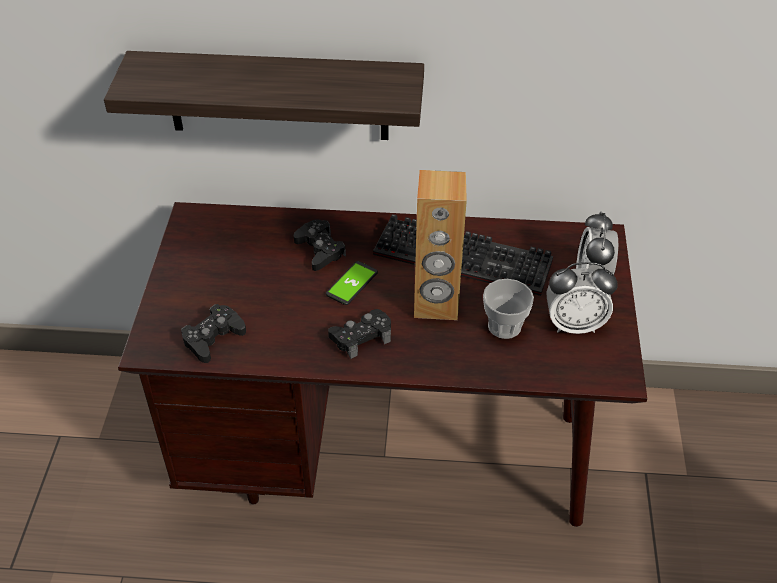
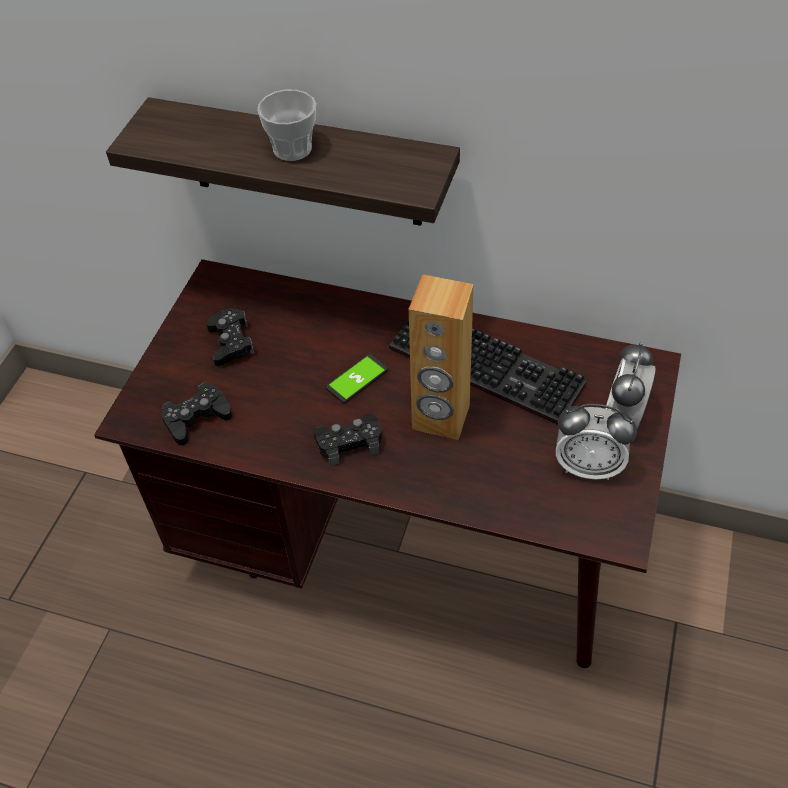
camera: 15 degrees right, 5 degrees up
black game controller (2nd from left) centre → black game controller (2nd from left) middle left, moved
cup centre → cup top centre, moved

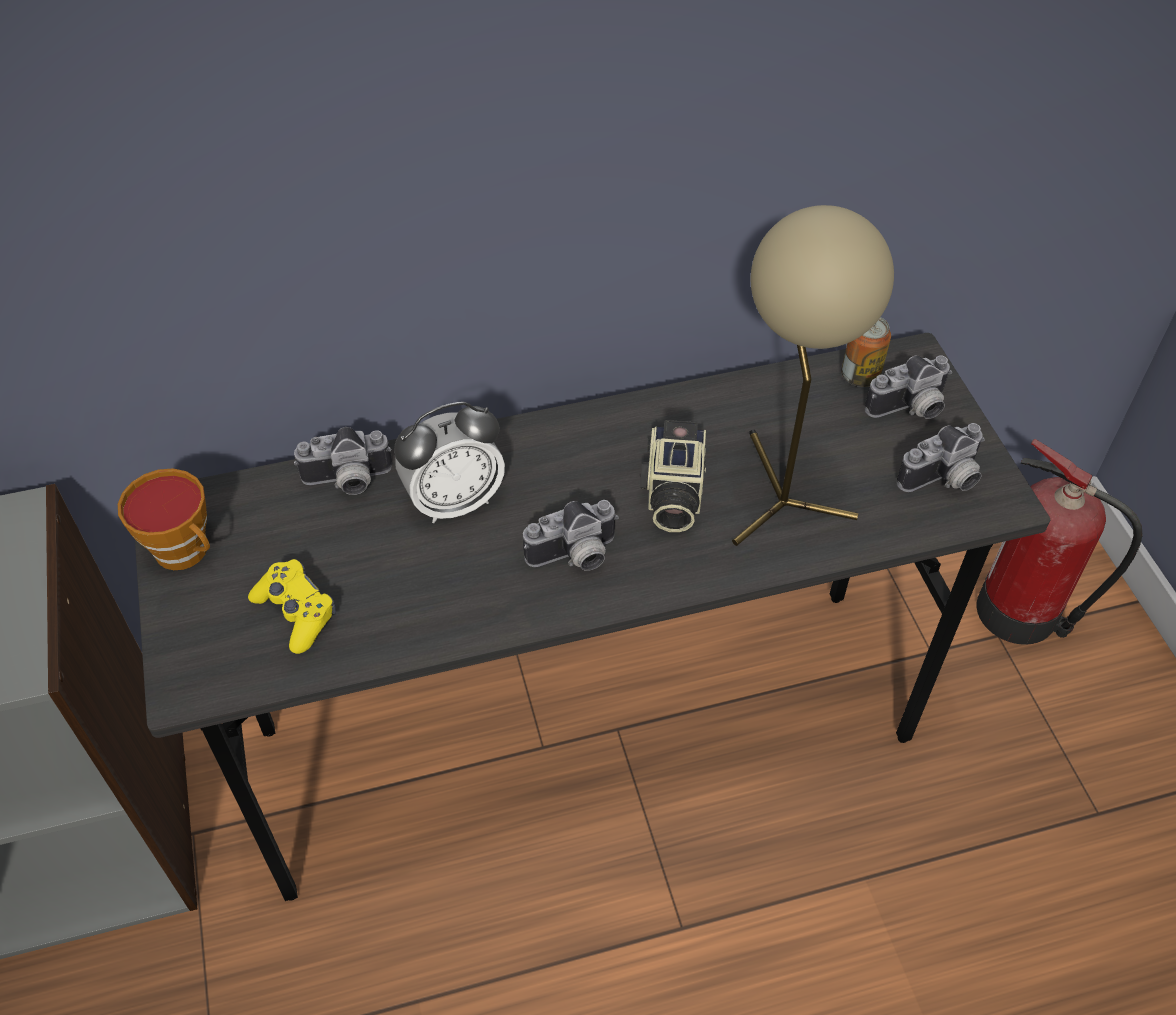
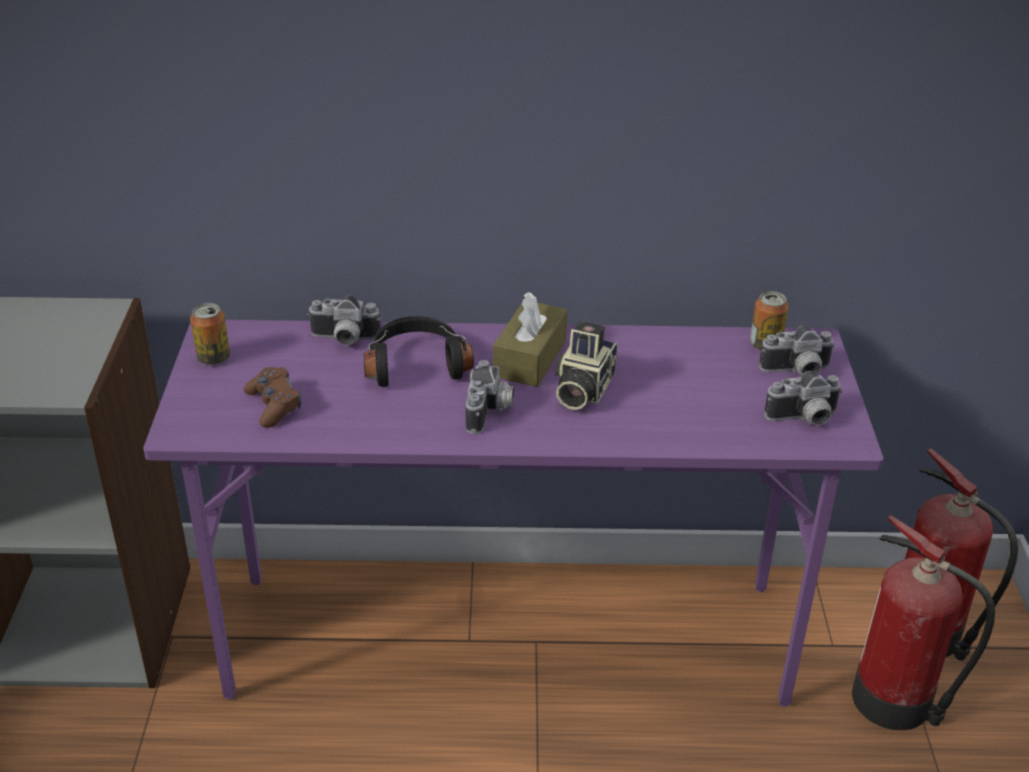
camera: 15 degrees right, 15 degrees down
cup middle left → can (1st from left) middle left
grey desk centre → purple desk centre
yellow game controller middle left → brown game controller middle left
alarm clock centre → black headphones centre
photo camera (2nd from left) centre, 75 degrees counterclockwise
beige table lamp middle right → -
- → brown tissue box centre
- → fire extinguisher (1st from left) bottom right

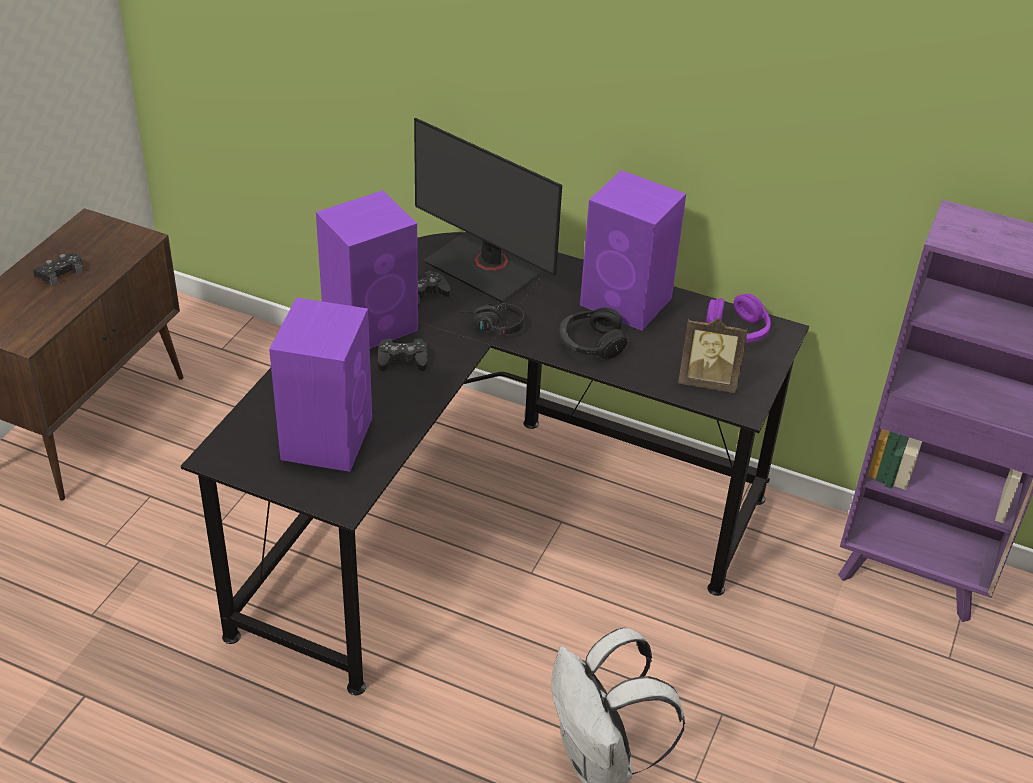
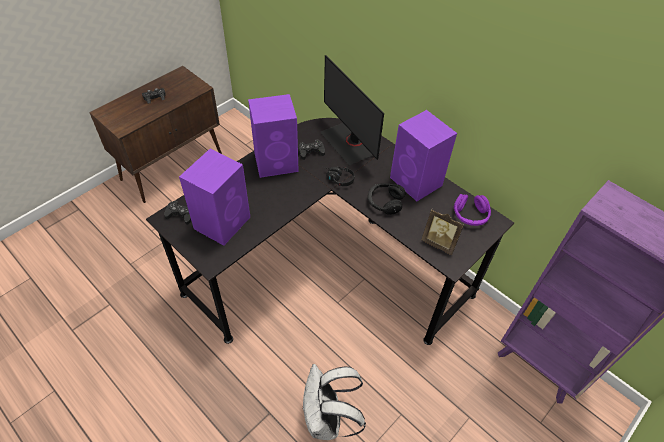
camera: 20 degrees right, 10 degrees up
black game controller (2nd from left) centre → black game controller (2nd from left) middle left, moved

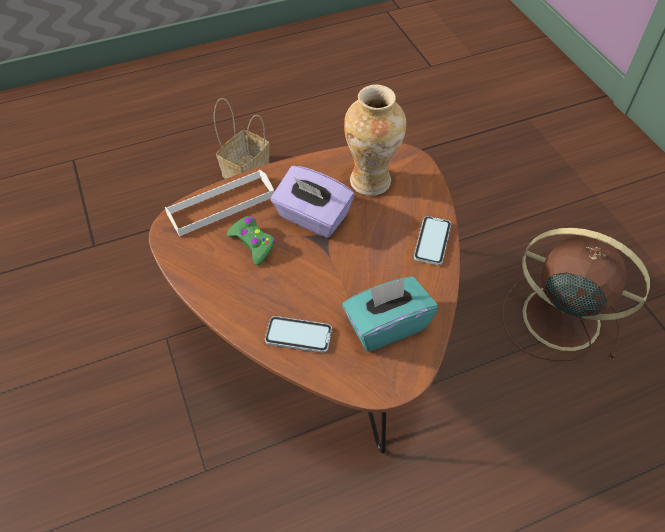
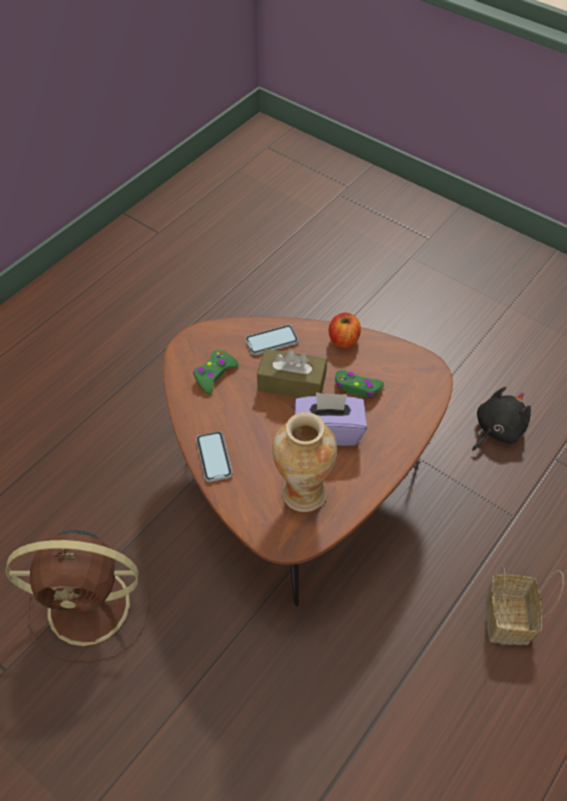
camera: 150 degrees right, 0 degrees up
white tray middle left → -
turquoise tissue box centre → green game controller (1st from left) centre
- → brown tissue box centre
- → apple centre
- → black plush toy middle right

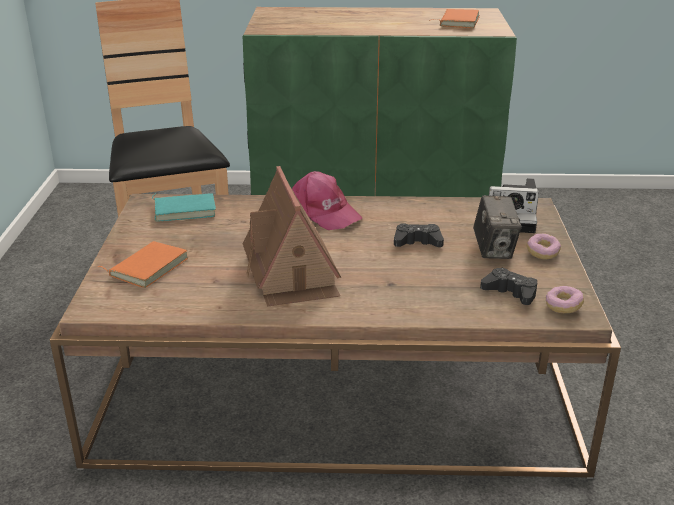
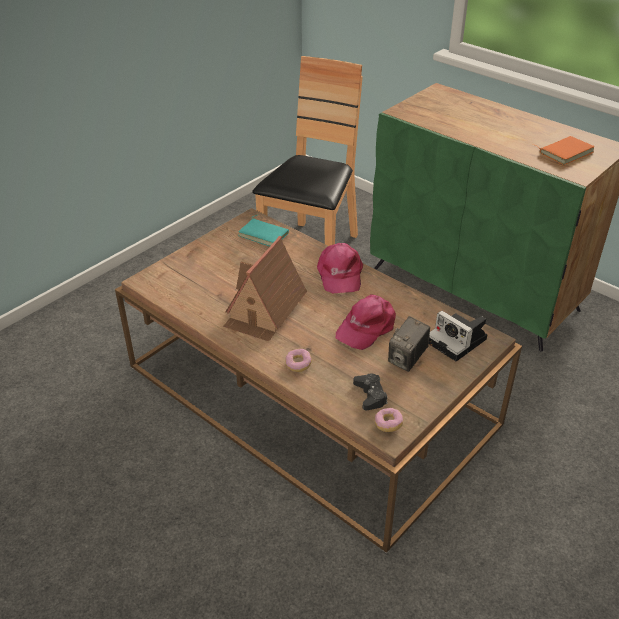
camera: 40 degrees right, 10 degrees up
orange book (1st from left) middle left → -
black game controller (1st from left) centre → pink cap (2nd from left) centre
donut (1st from left) middle right → donut (1st from left) centre, moved

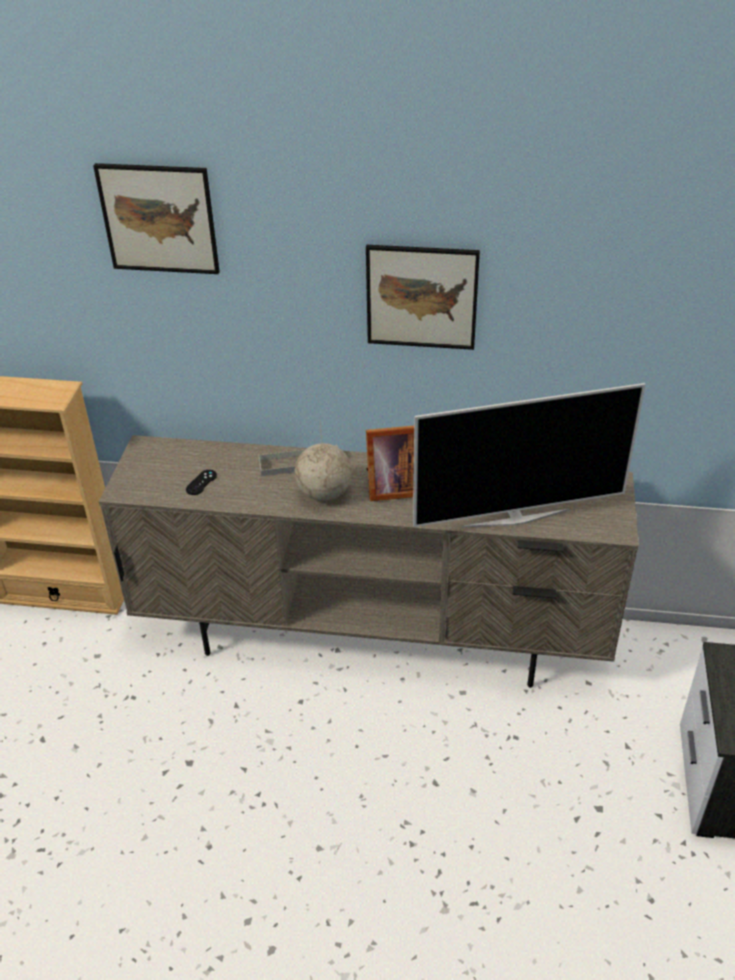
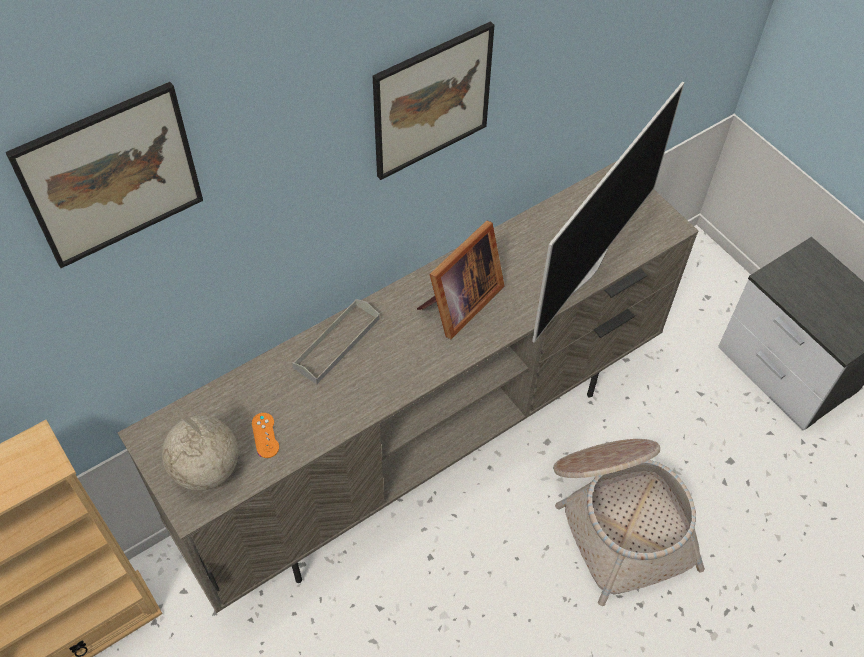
camera: 45 degrees left, 15 degrees up
black game controller middle left → orange game controller middle left
globe centre → globe bottom left, moved
- → basket bottom right

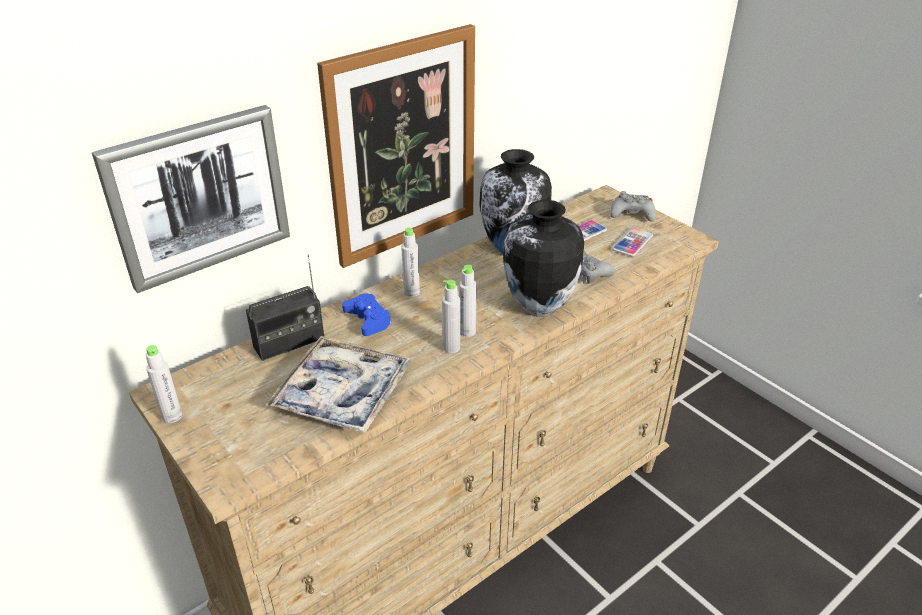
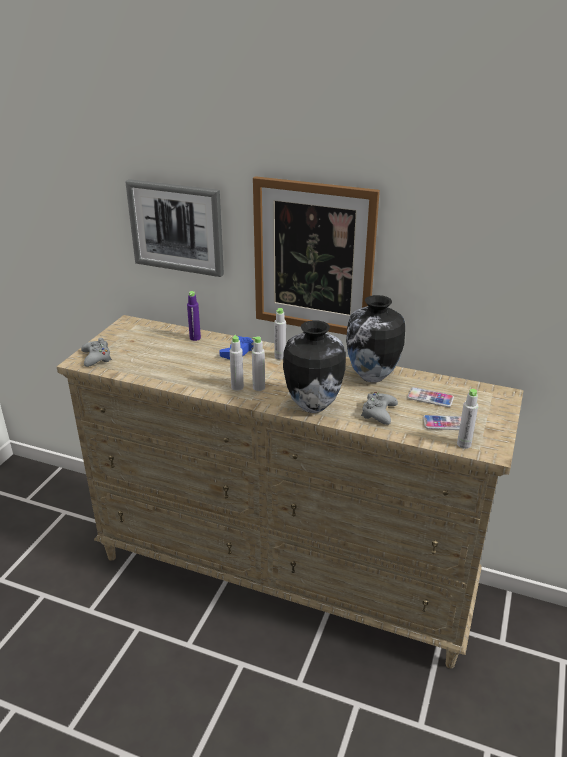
camera: 60 degrees right, 5 degrees down
grey bottle (1st from left in the first image) middle left → grey bottle (4th from left) middle right, moved
radio middle left → purple bottle centre
tray centre → -
grey game controller (2nd from left in the first image) middle right → grey game controller (1st from left) middle left, moved

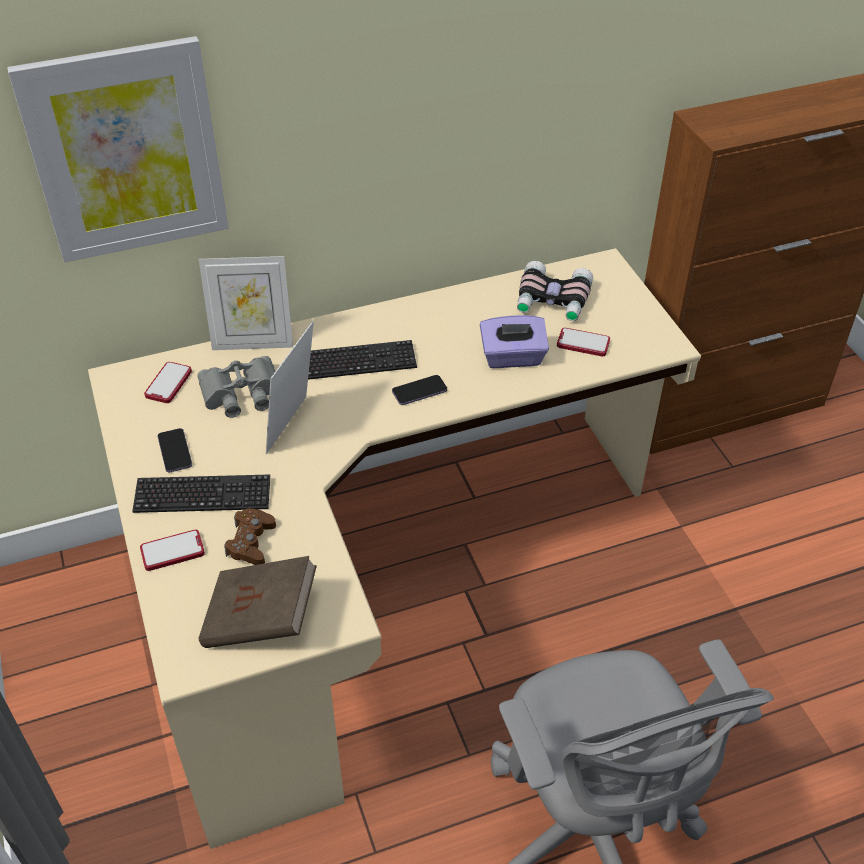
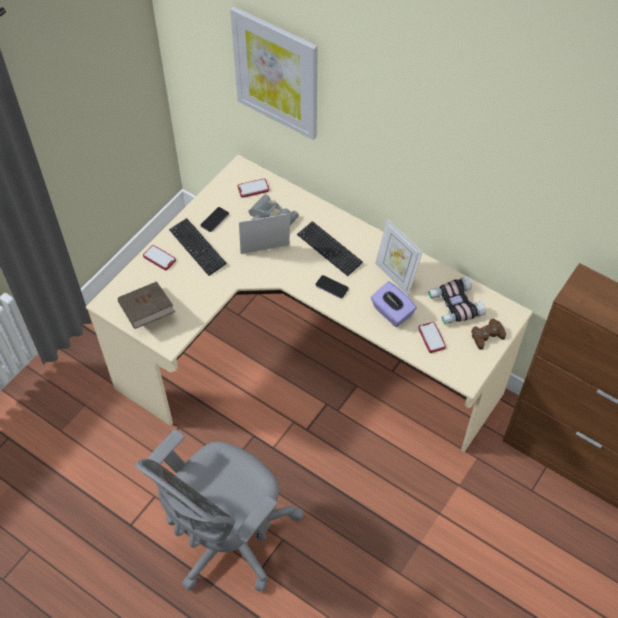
camera: 55 degrees right, 10 degrees up
picture frame (1st from left in the first image) middle left → picture frame (2nd from left) centre, moved
brown game controller middle left → brown game controller middle right, moved

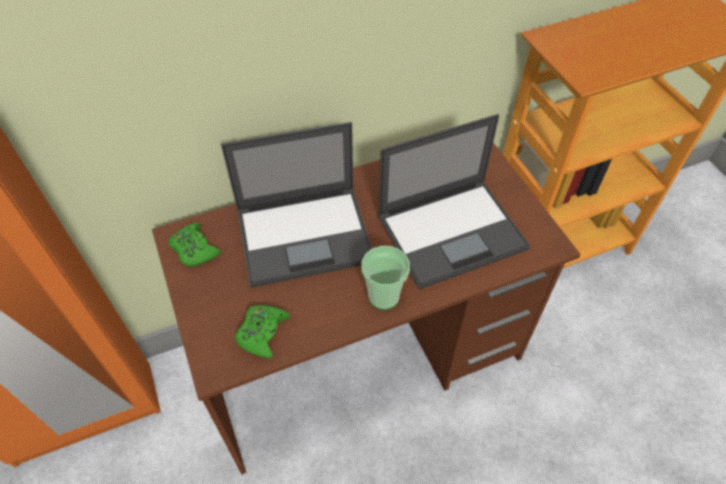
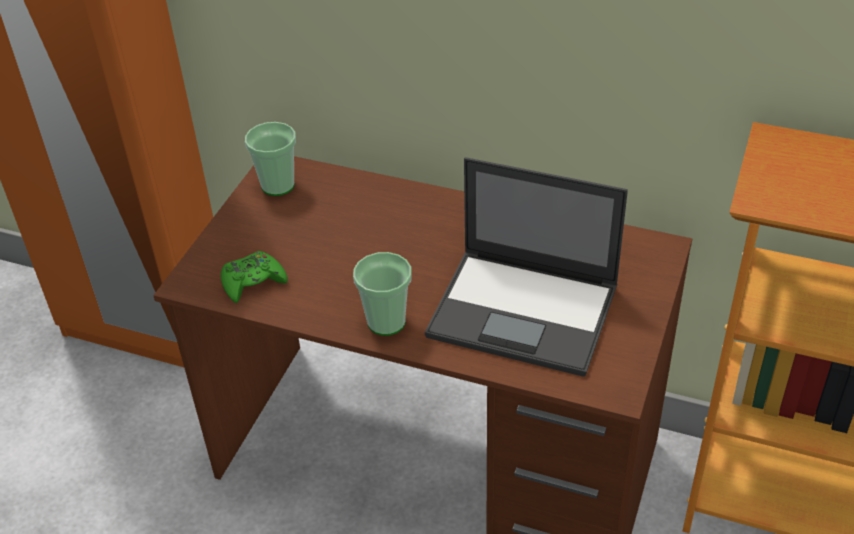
camera: 45 degrees right, 10 degrees down
green game controller (1st from left) middle left → cup (1st from left) top left
laptop (1st from left) centre → -

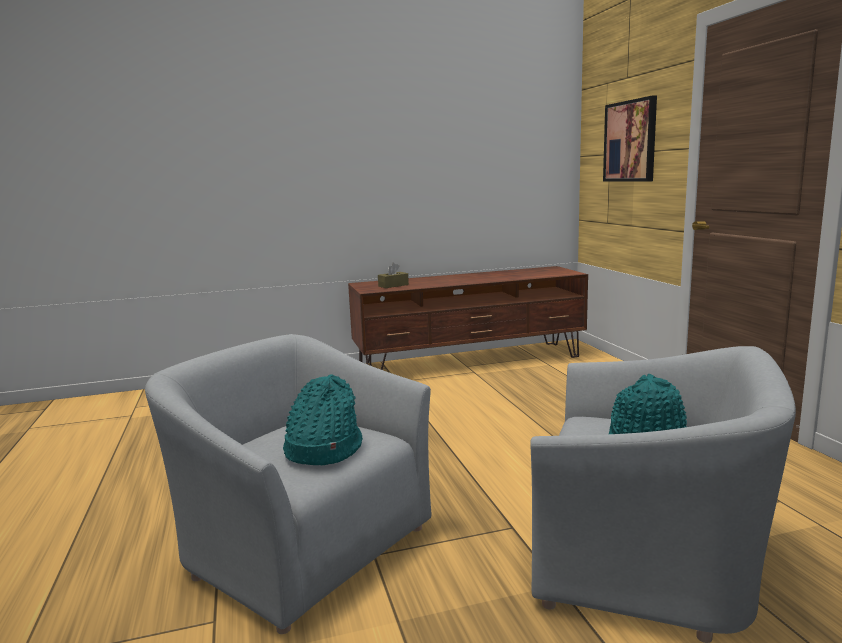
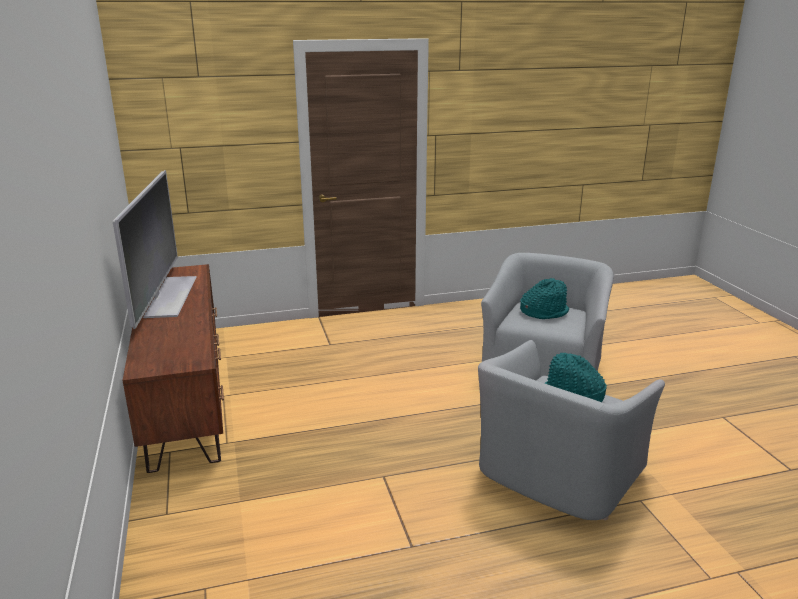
camera: 90 degrees left, 10 degrees up
brown tissue box centre → -
picture top right → -
- → television middle left

